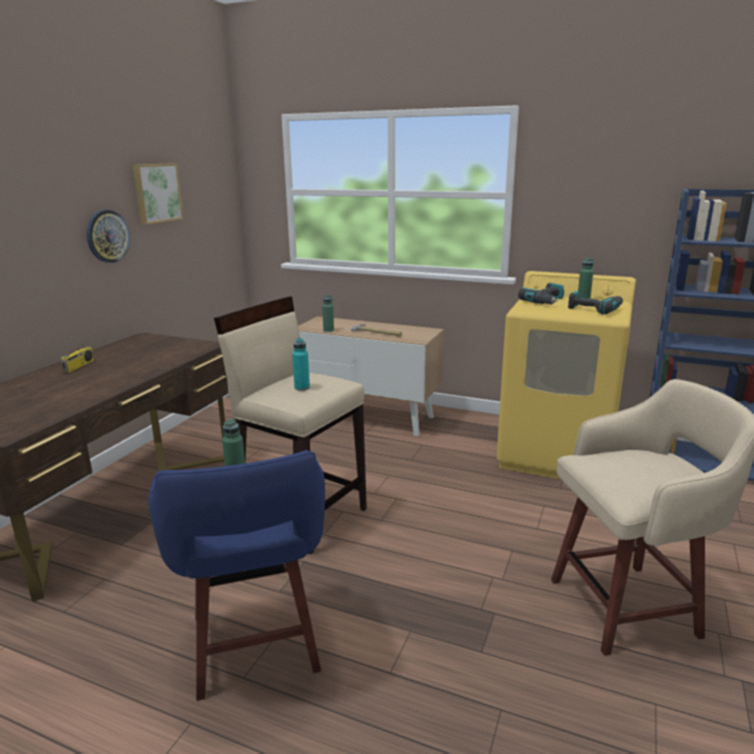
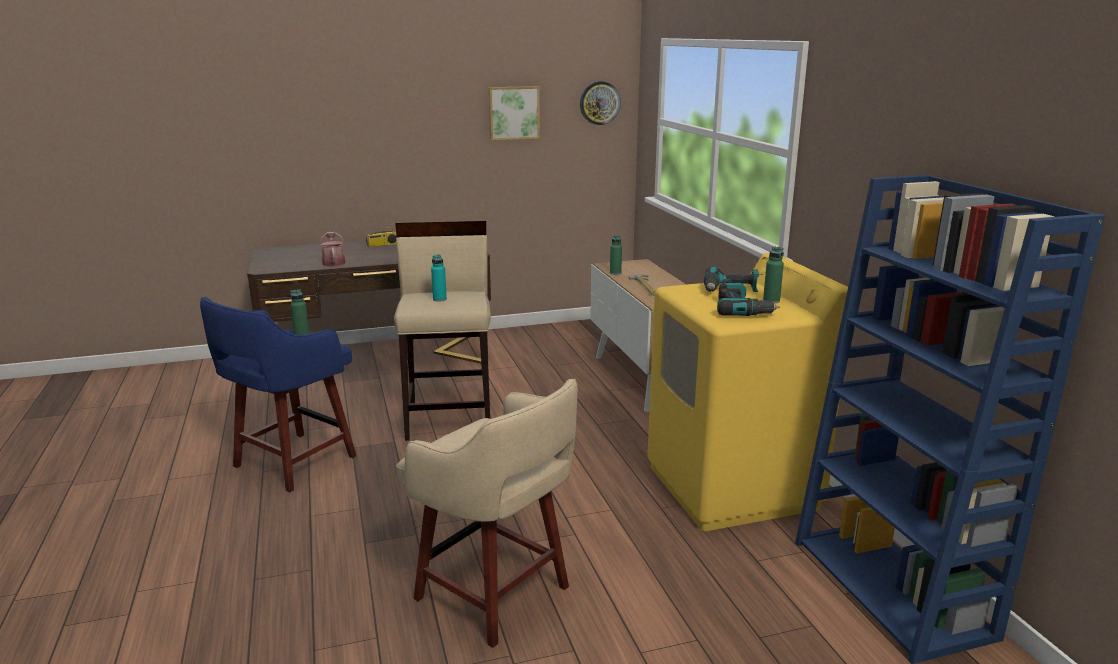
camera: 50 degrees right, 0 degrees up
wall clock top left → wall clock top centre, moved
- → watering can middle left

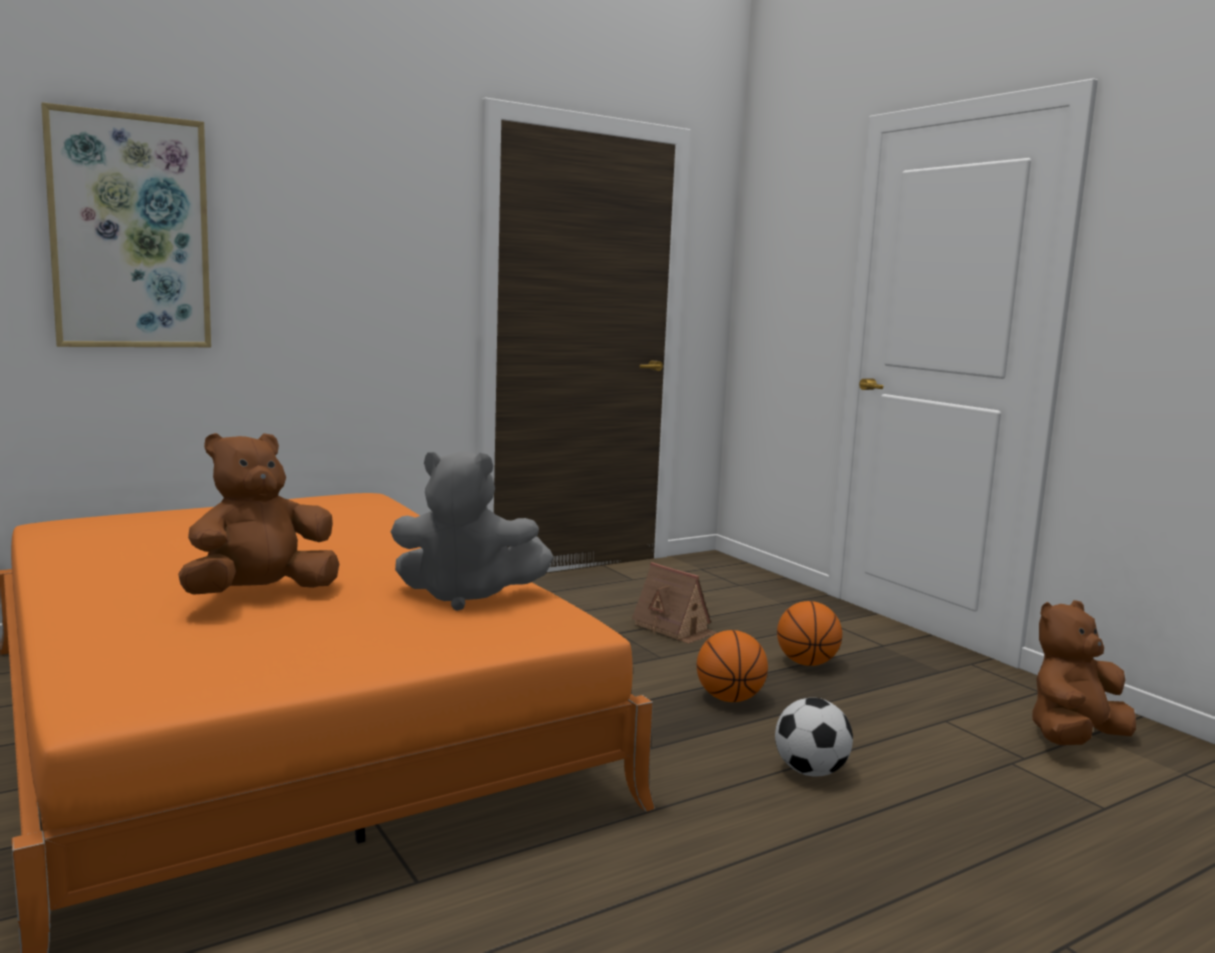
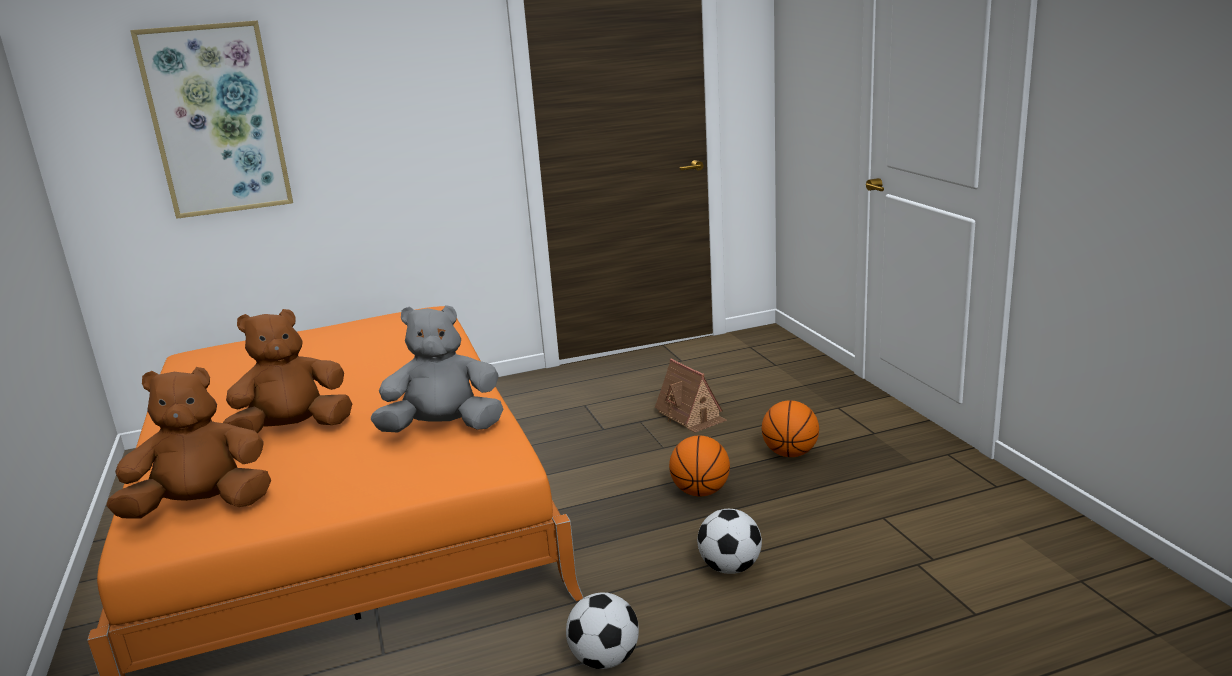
camera: 15 degrees right, 10 degrees up
grey plush toy centre, 150 degrees clockwise
brown plush toy (2nd from left in the first image) bottom right → brown plush toy (1st from left) middle left, moved
- → football (1st from left) bottom centre

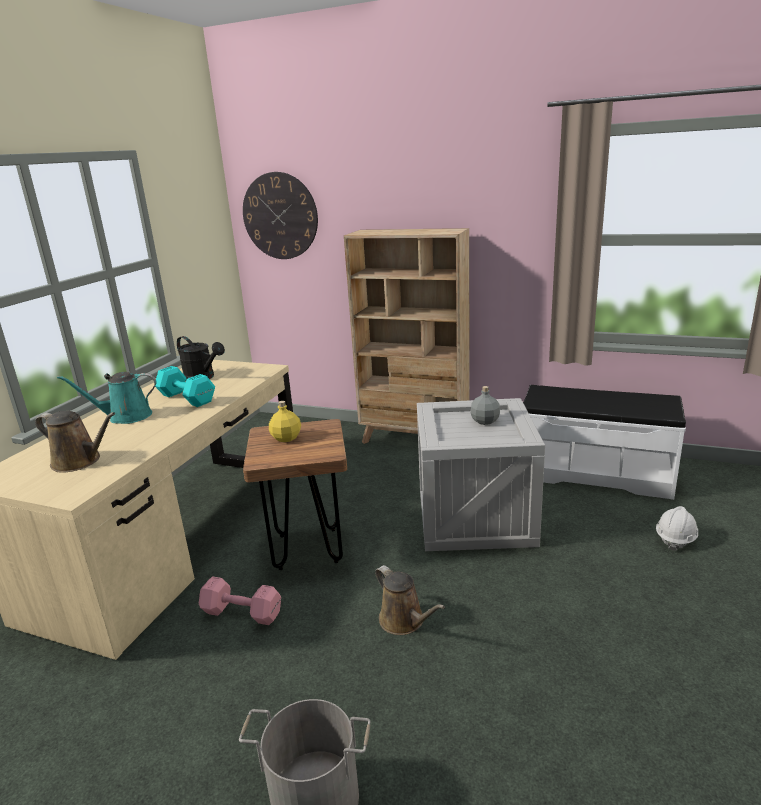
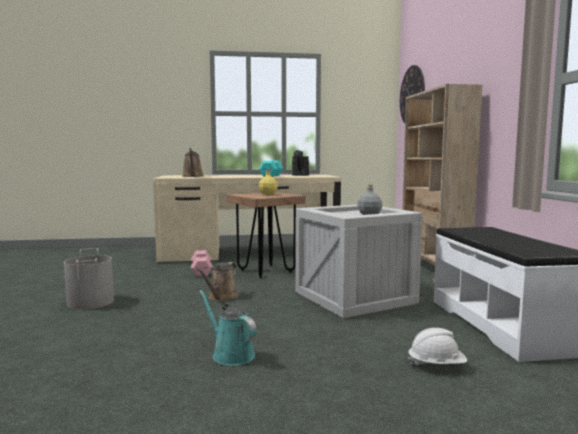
camera: 60 degrees right, 15 degrees down
turquoise watering can middle left → turquoise watering can bottom centre, moved

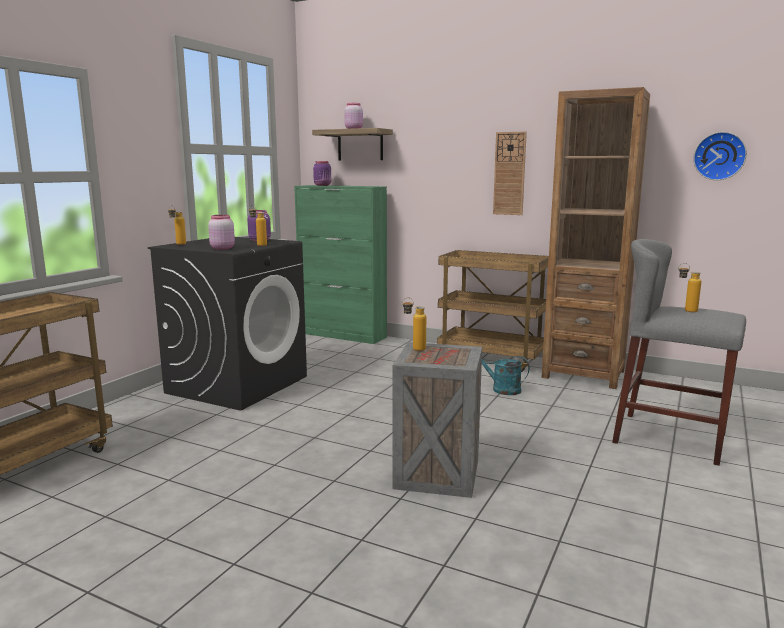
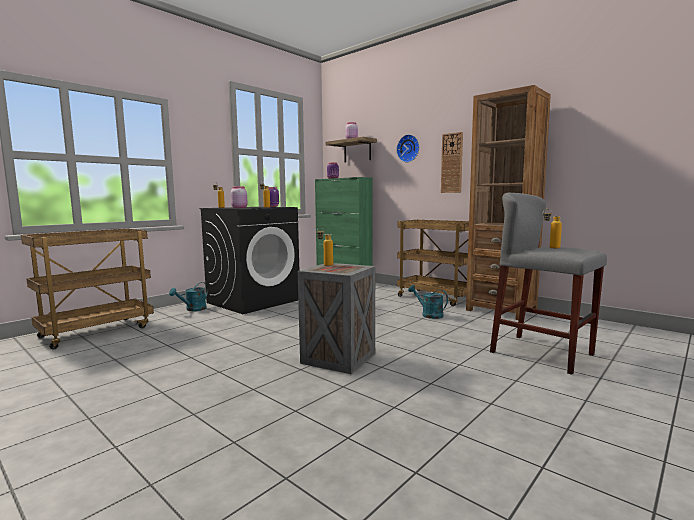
camera: 15 degrees right, 5 degrees down
wall clock (2nd from left in the first image) top right → wall clock (1st from left) top centre, moved
- → turquoise watering can (1st from left) middle left

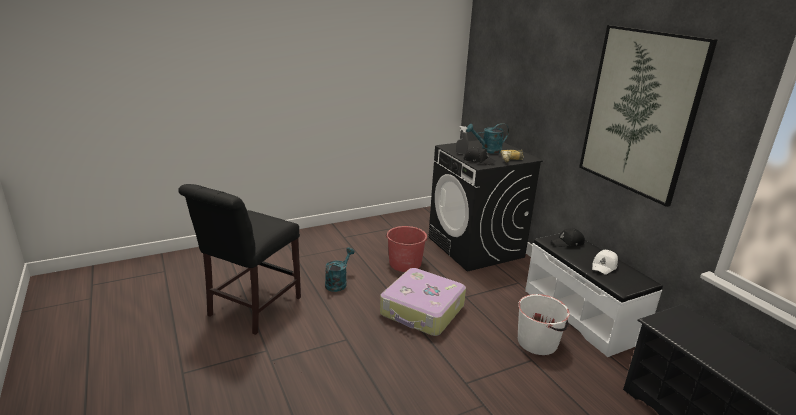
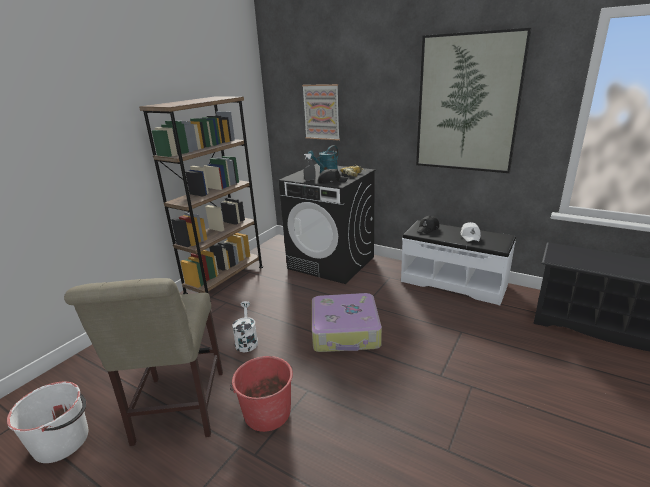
camera: 30 degrees left, 0 degrees up
black chair middle left → beige chair bottom left
turquoise watering can (1st from left) centre → white watering can bottom centre
red bucket centre → red bucket bottom centre, moved
white bucket bottom right → white bucket bottom left, moved
- → brown bookcase middle left
- → picture (1st from left) top centre

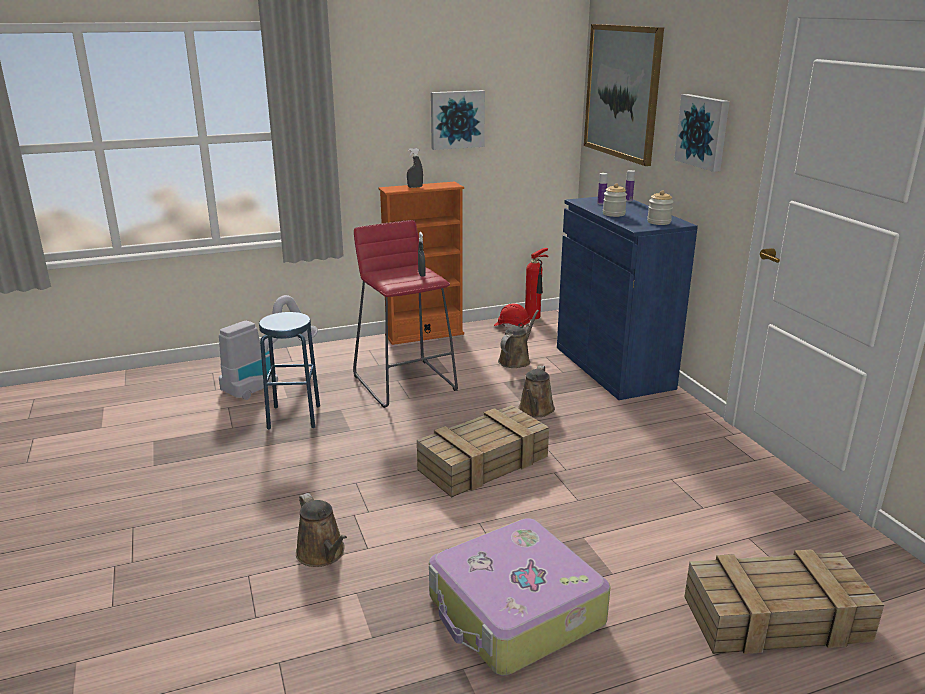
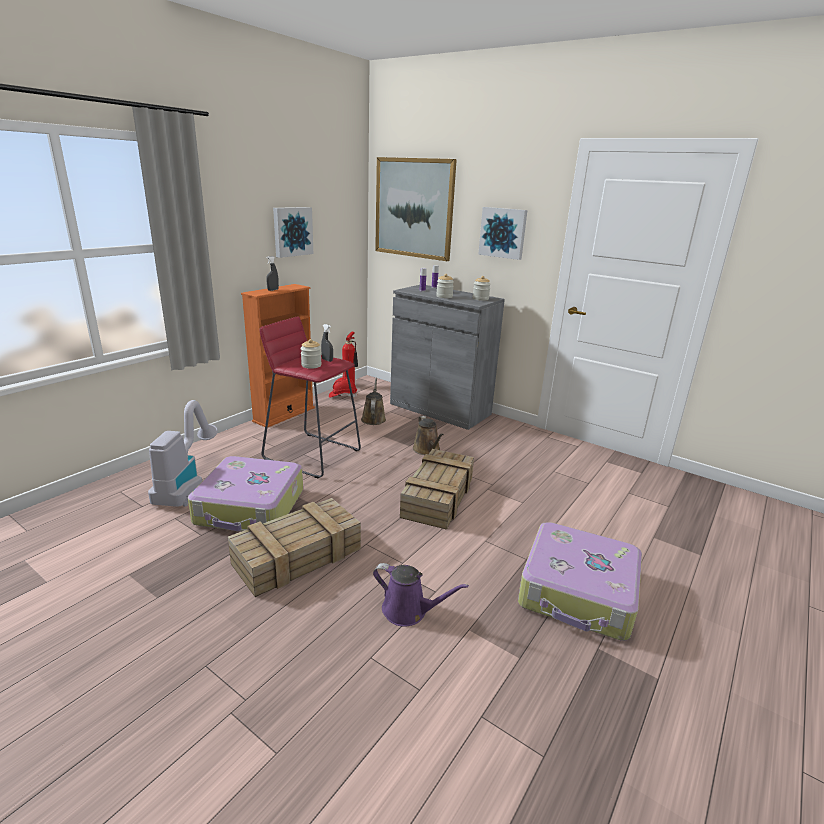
camera: 35 degrees left, 0 degrees up
blue stool middle left → suitcase (1st from left) middle left
brown watering can (1st from left) bottom centre → purple watering can bottom centre
blue cabinet middle right → grey cabinet centre
crate (2nd from left in the first image) bottom right → crate (1st from left) centre, moved
- → jar (1st from left) centre

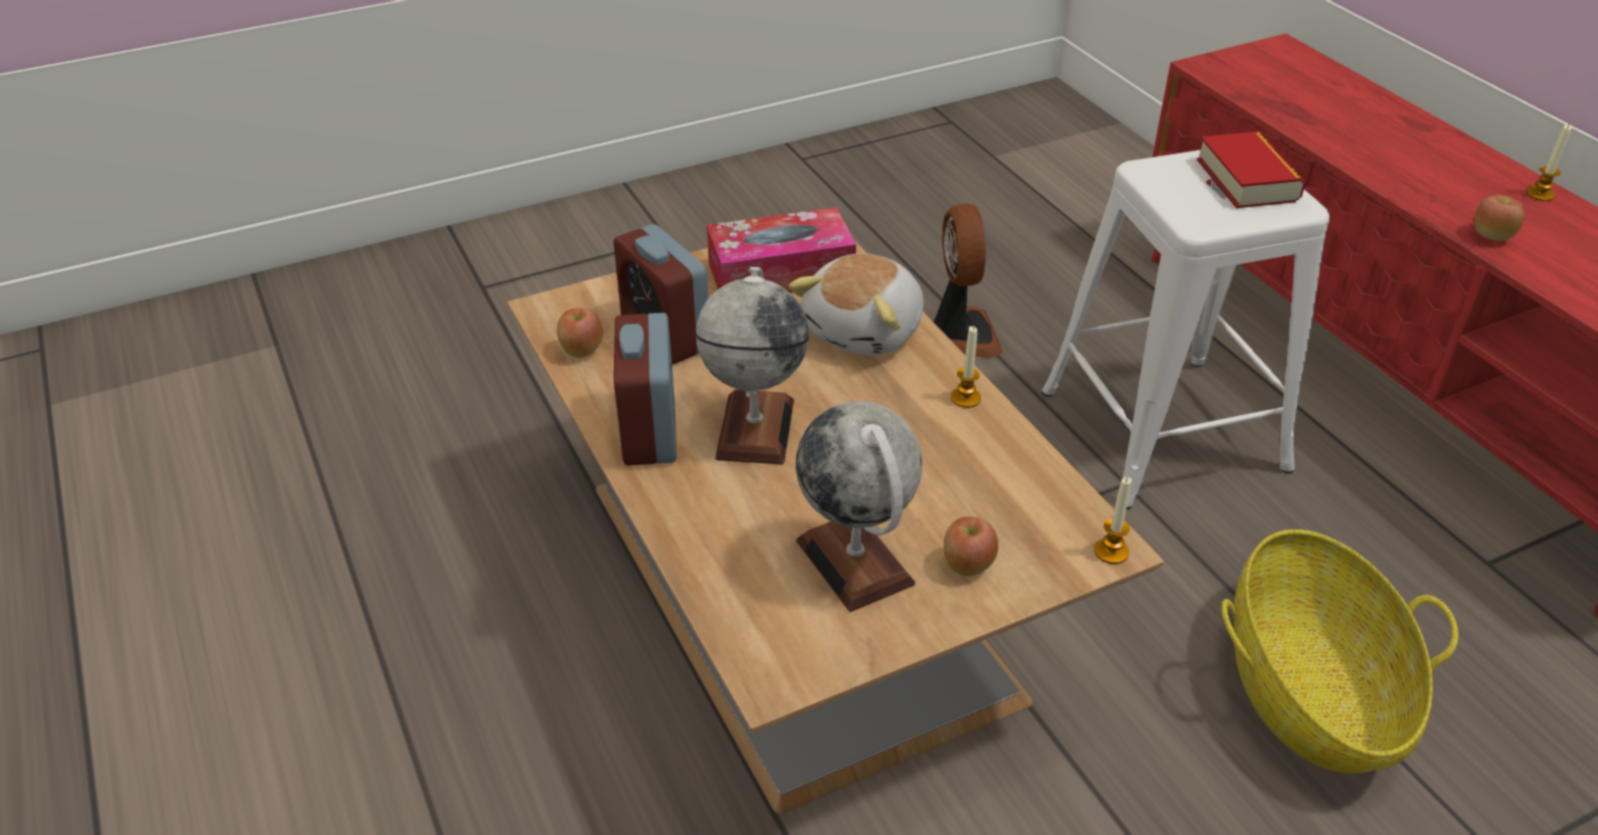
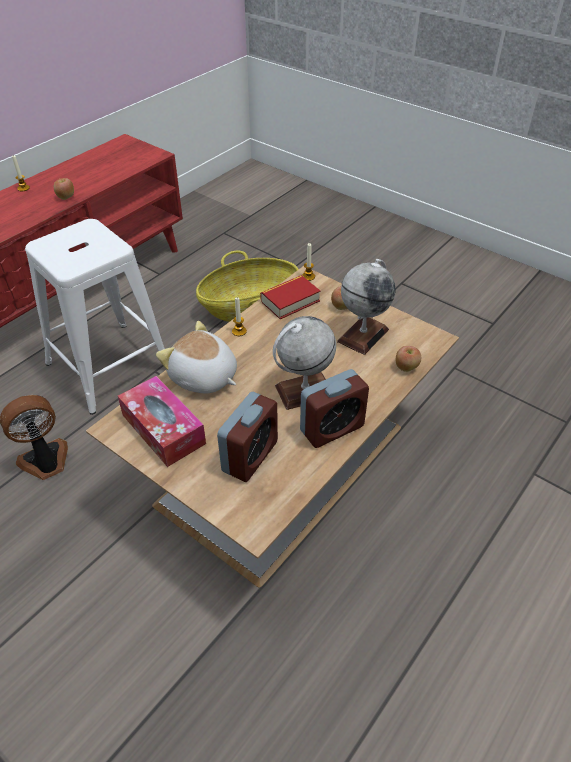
camera: 115 degrees left, 5 degrees up
apple (1st from left in the first image) centre → apple (3rd from left) middle right, moved
plush toy centre, 150 degrees counterclockwise
book top right → book centre, moved

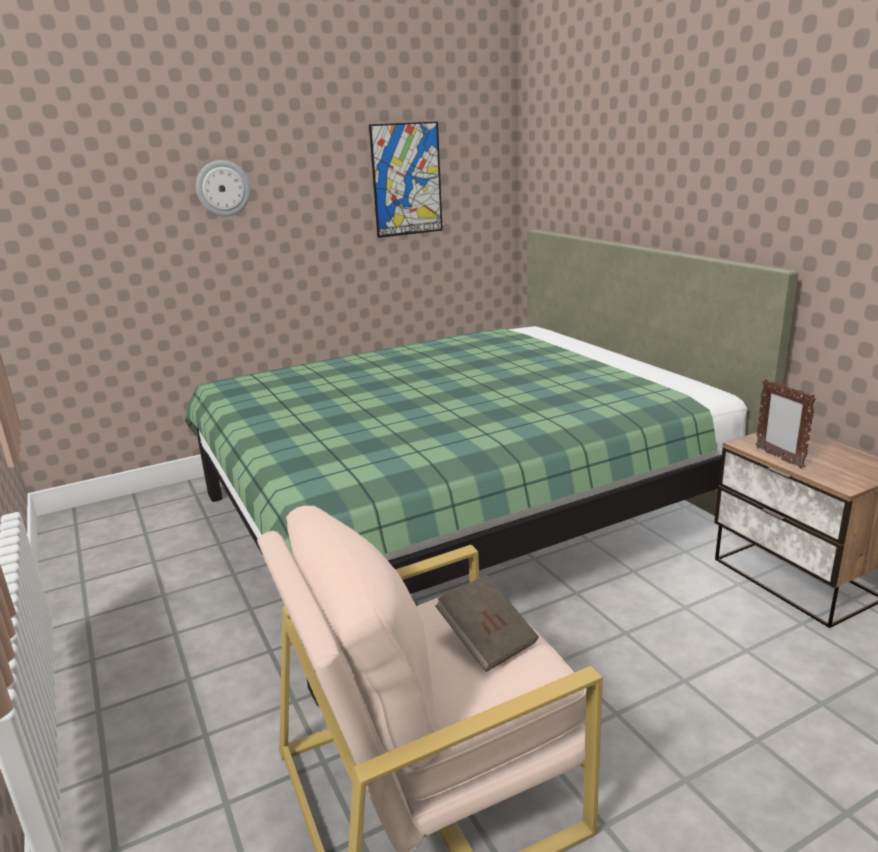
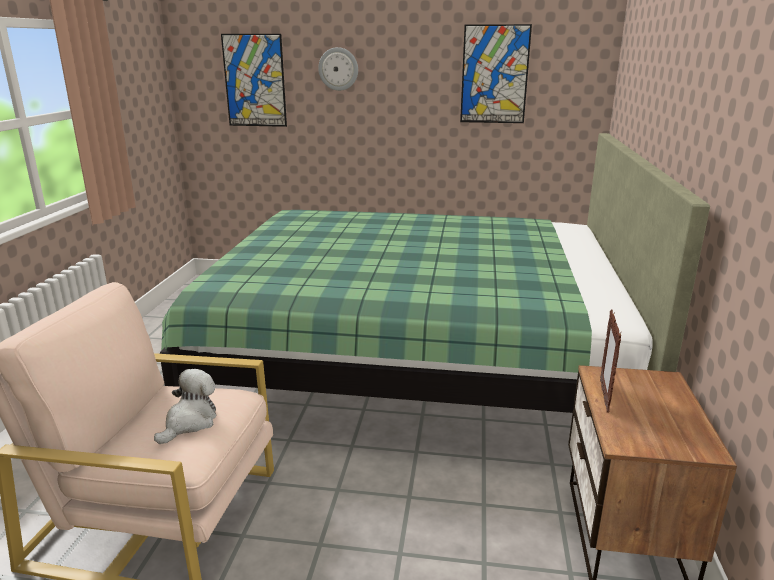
camera: 35 degrees right, 0 degrees up
brown book bottom centre → plush toy bottom left
- → picture (1st from left) top left

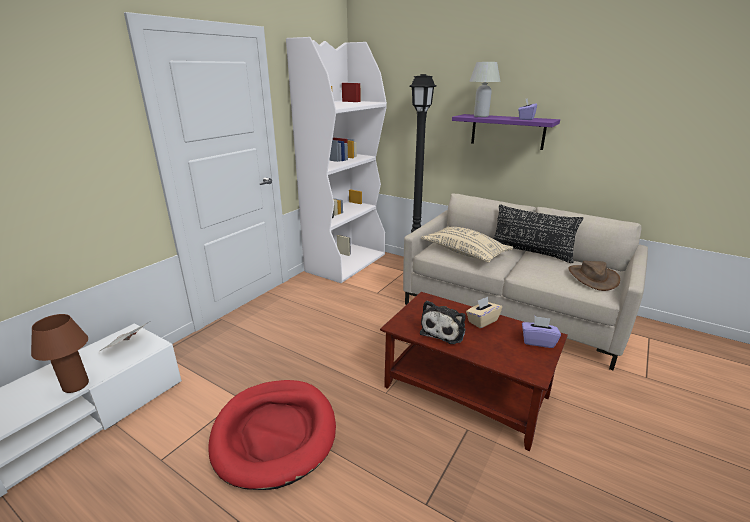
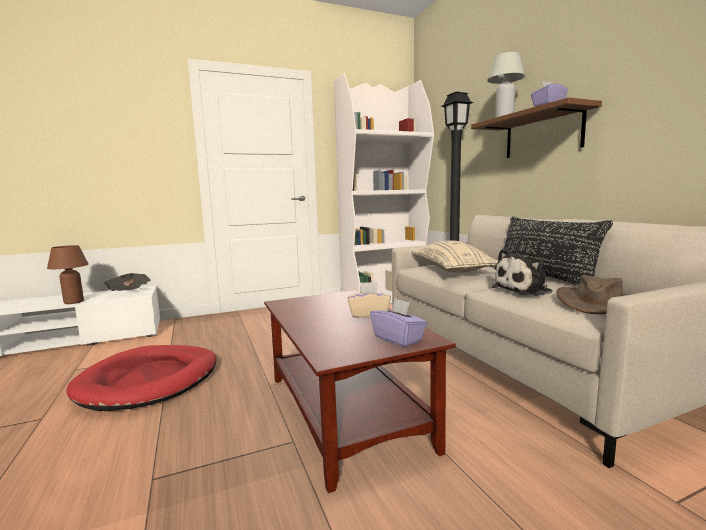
camera: 35 degrees right, 15 degrees down
plush toy centre → plush toy middle right, moved
purple shelf top right → brown shelf top right

